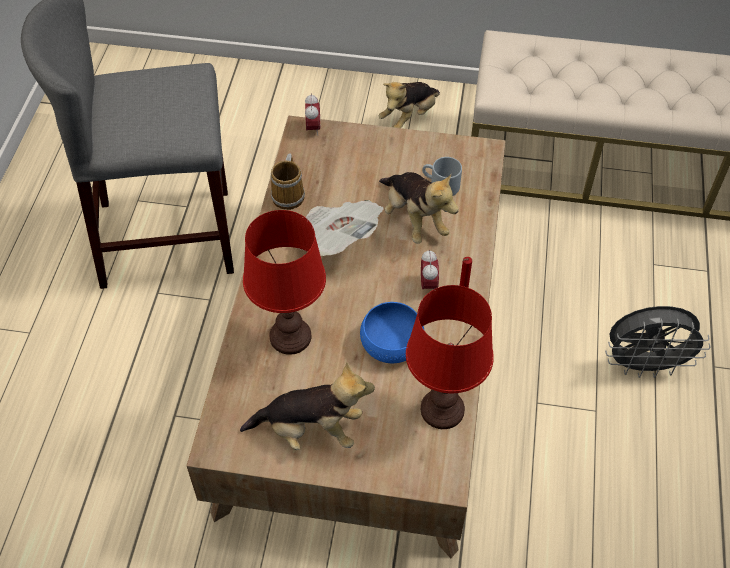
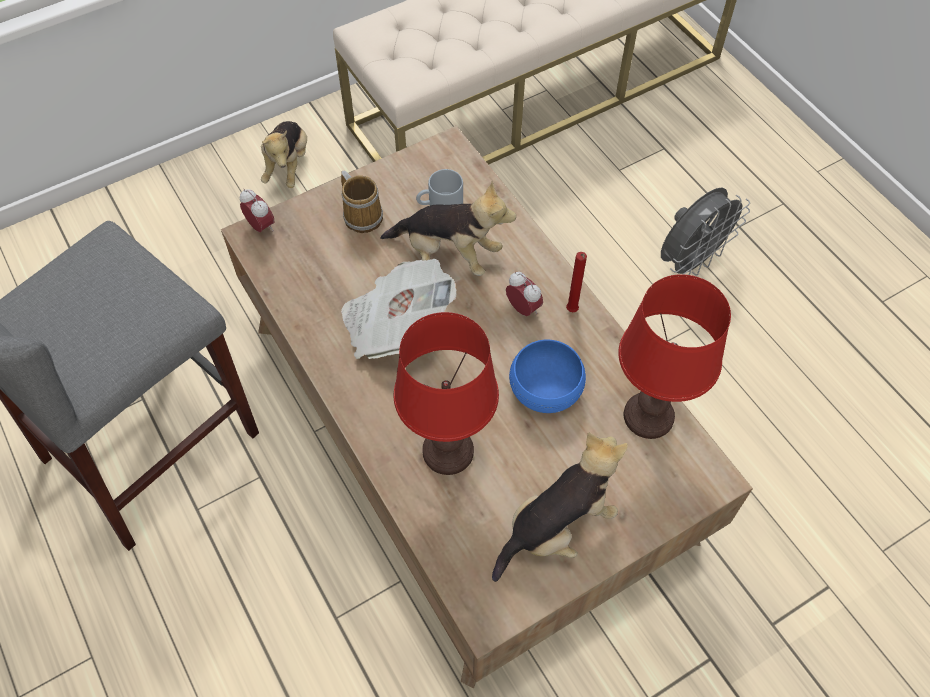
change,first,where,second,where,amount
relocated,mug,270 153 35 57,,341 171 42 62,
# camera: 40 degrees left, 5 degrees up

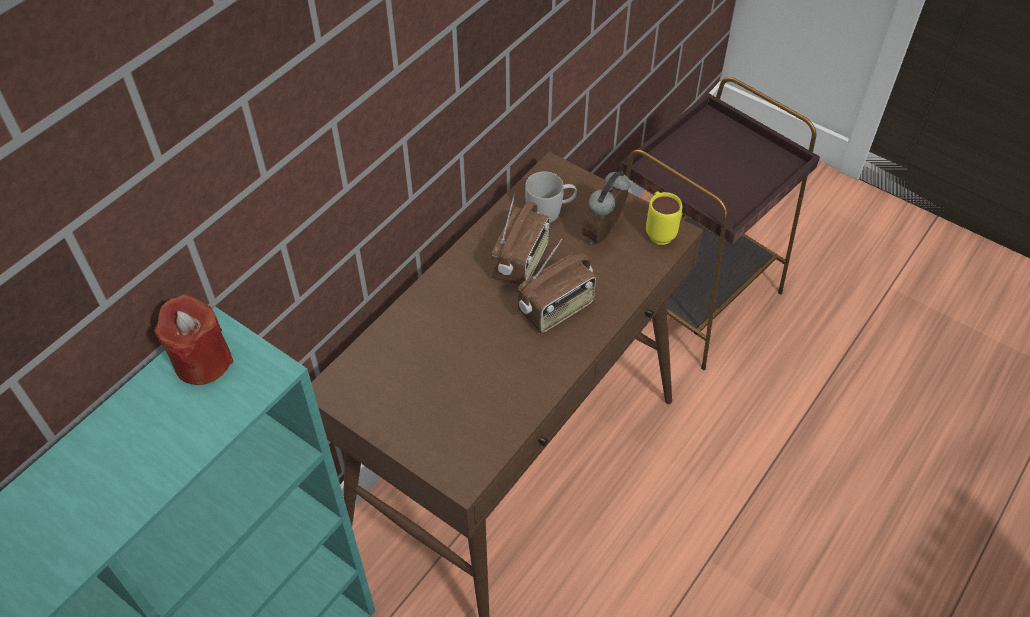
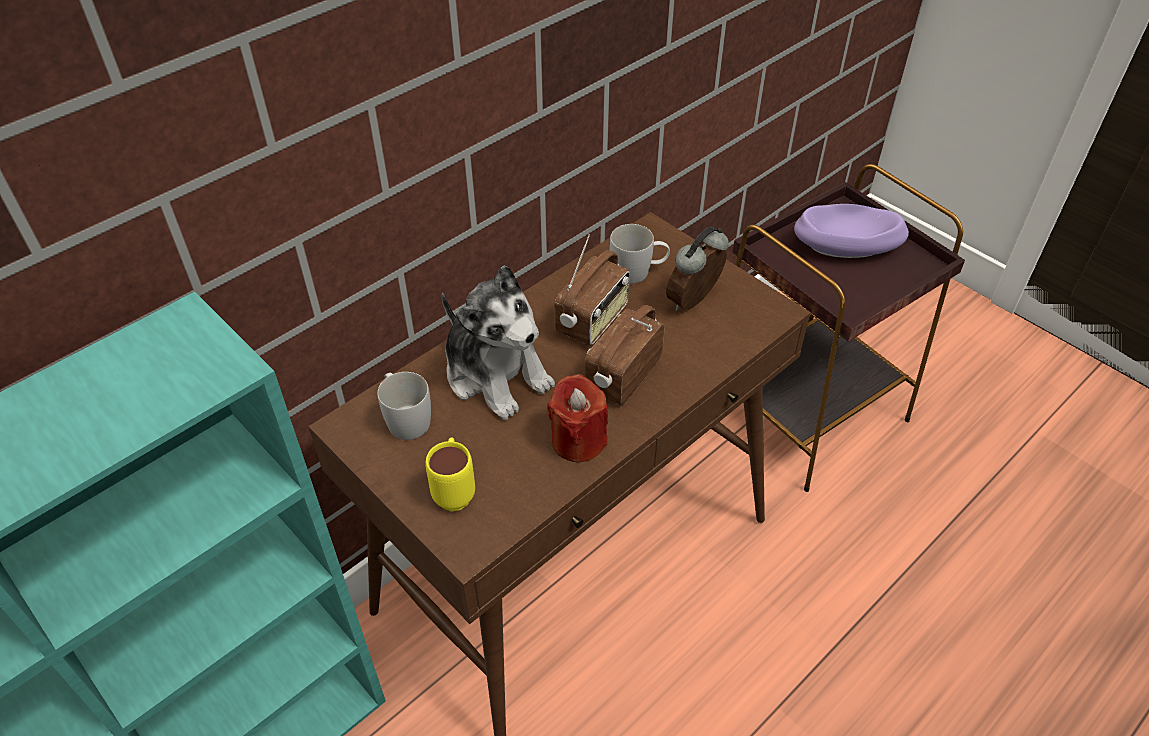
change,first,where,second,where,amount
relocated,red candle,154 294 79 91,,547 374 61 89,
spun,radio,518 239 78 94,,585 305 79 100,150 degrees clockwise
relocated,yellow mug,646 191 36 54,,425 437 50 74,
appeared,,,white mug,377 372 54 68,
appeared,,,plush toy,442 265 113 155,
appeared,,,purple bowl,794 204 115 54,
# camera: 10 degrees right, 5 degrees down

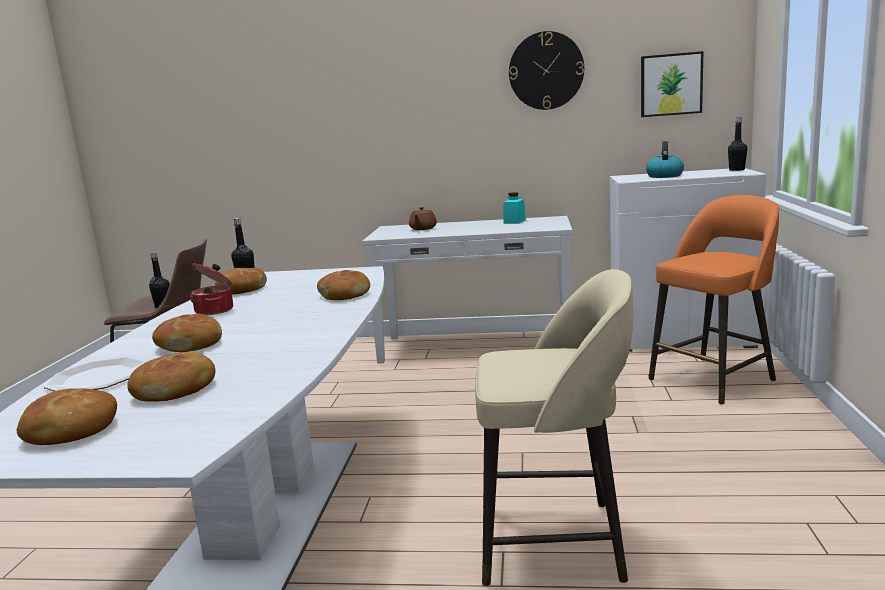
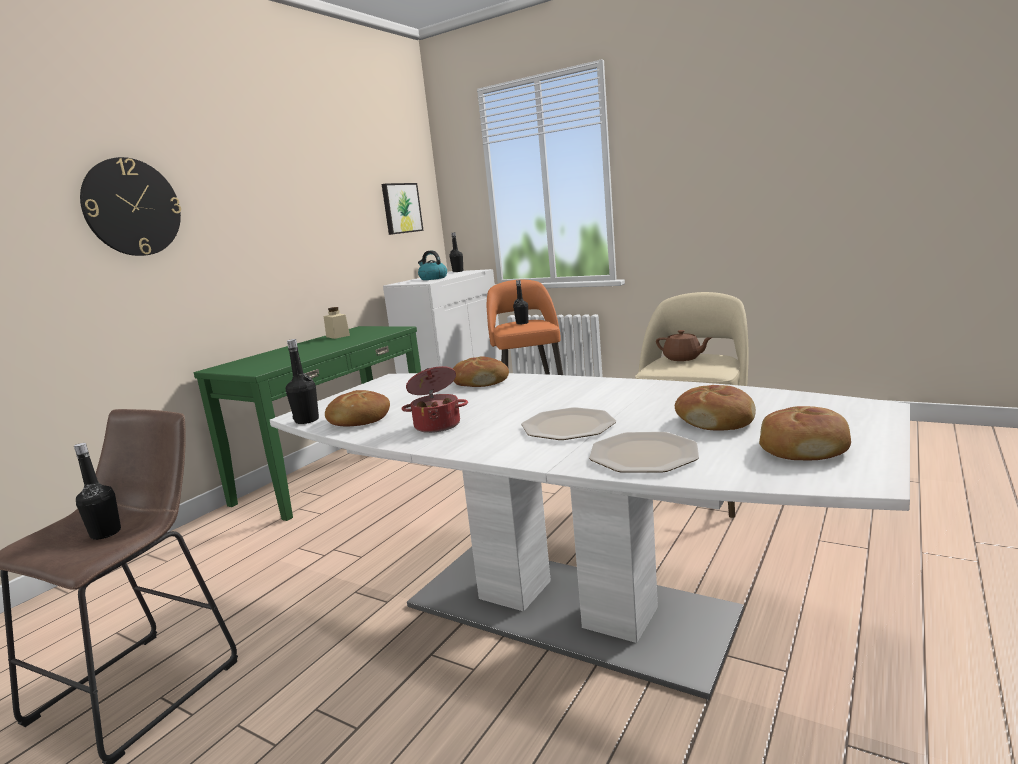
change,first,where,second,where,amount
exchanged,bread,152 314 70 38,plate,521 407 95 33,
colour,white console table,363 216 210 147,green console table,194 326 227 195,
relocated,brown teapot,409 207 28 23,,656 330 56 31,
colour,turquoise jar,503 192 23 32,beige jar,324 307 26 32,
relocated,wall clock,509 31 75 79,,80 157 101 99,
appeared,,,black bottle,513 280 15 44,
# camera: 65 degrees left, 0 degrees up

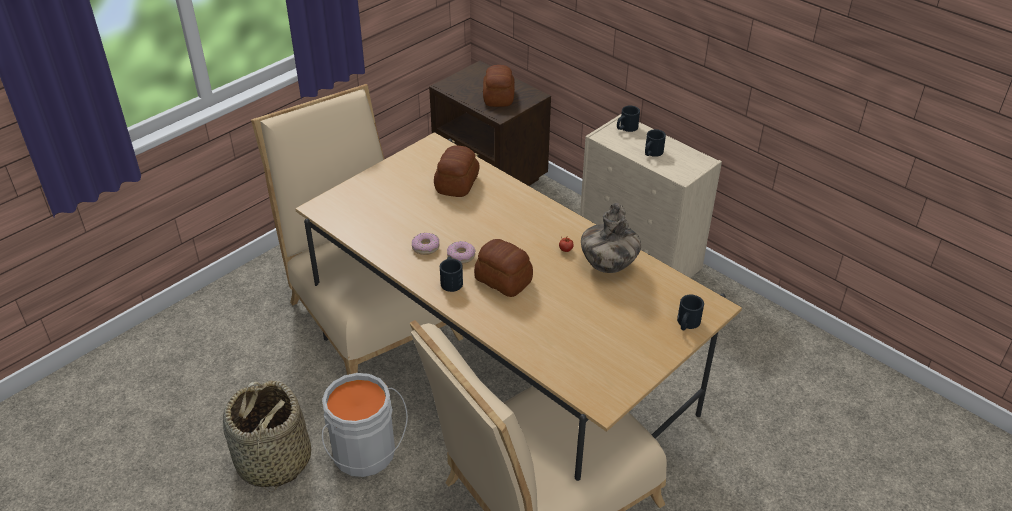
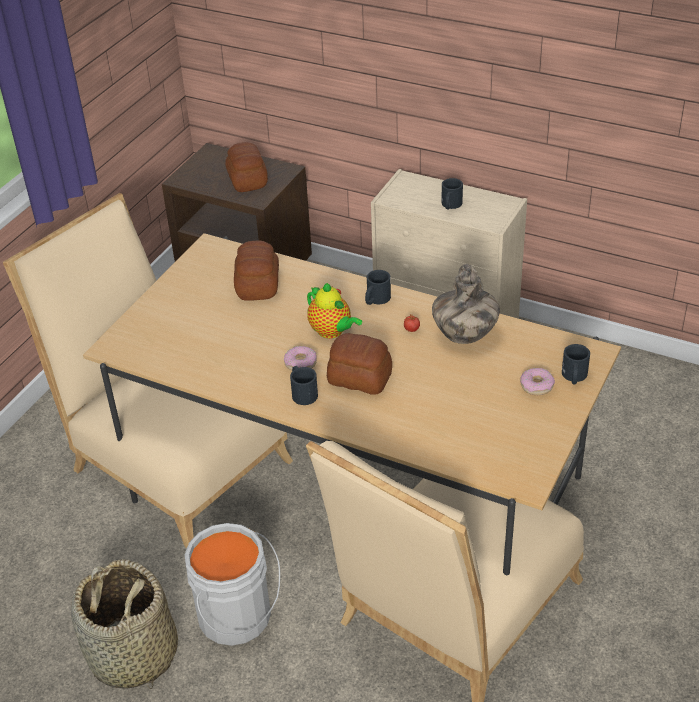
change,first,where,second,where,amount
relocated,donut,412 233 28 22,,520 368 35 27,
relocated,black mug,617 106 23 26,,365 270 26 35,
appeared,,,teapot,307 283 55 55,
# camera: 15 degrees left, 0 degrees up

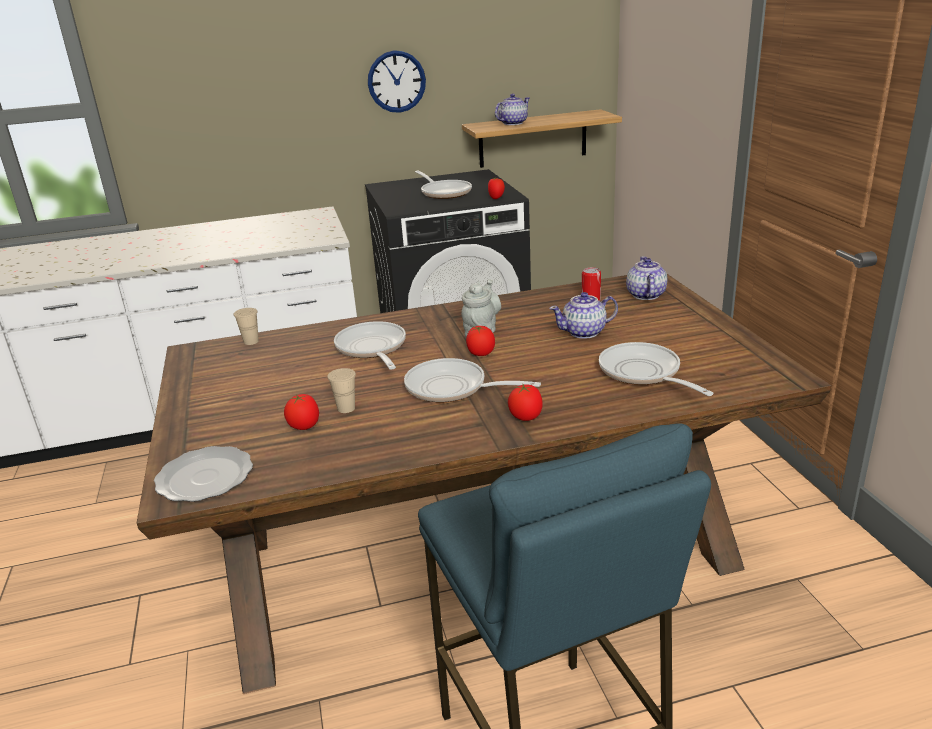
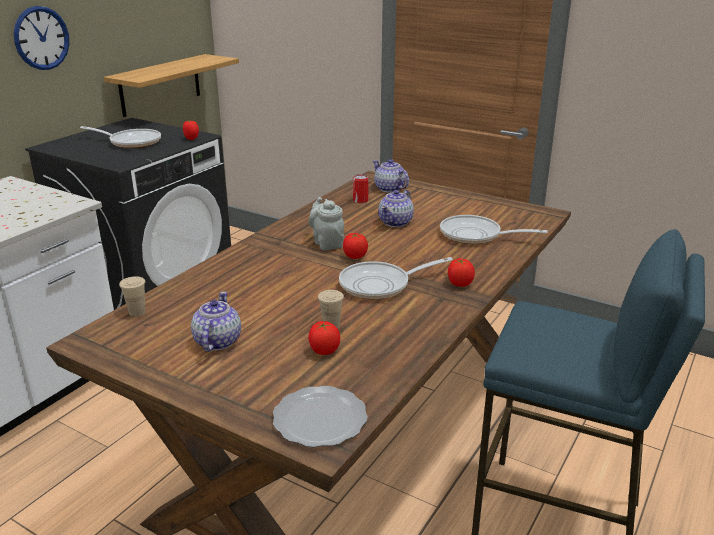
change,first,where,second,where,amount
missing,frying pan,334 321 72 49,,,
relocated,teapot,495 94 35 31,,191 292 50 60,
# camera: 45 degrees left, 0 degrees up

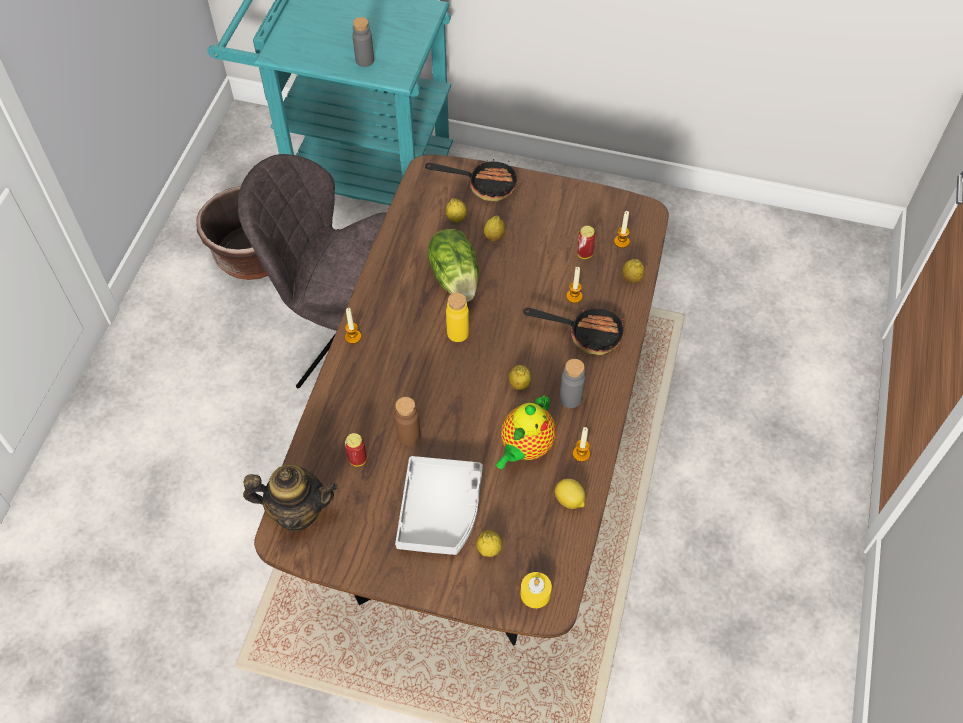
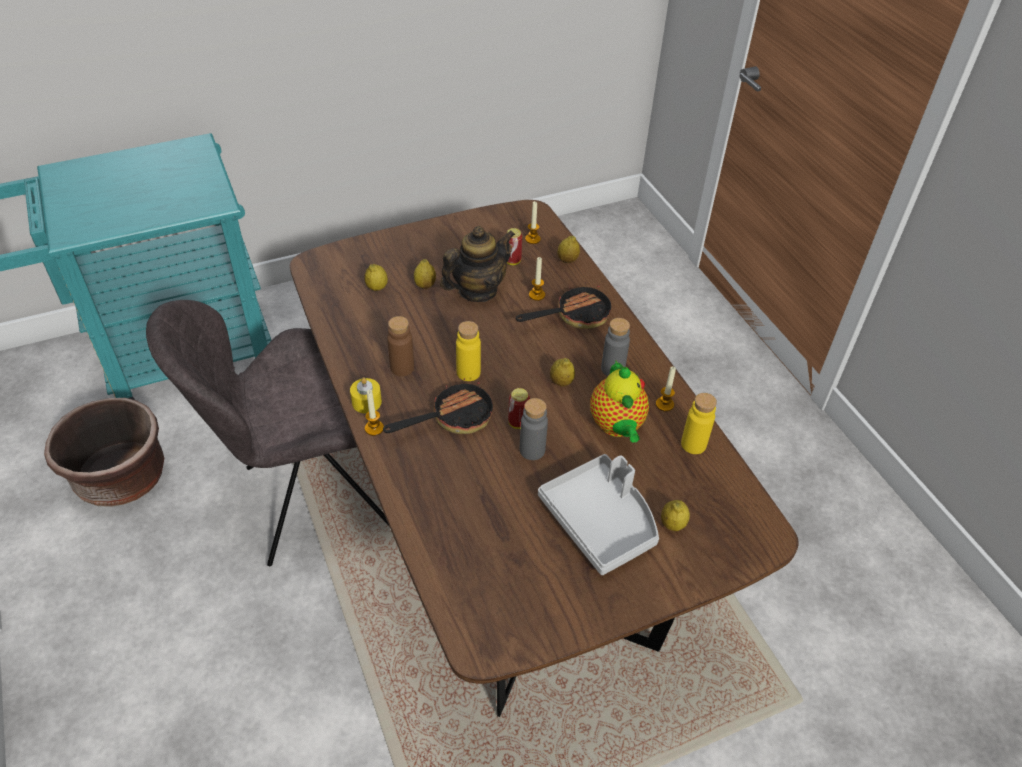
change,first,where,second,where,amount
relocated,teapot,243 465 94 66,,440 226 75 76,
relocated,can,345 433 22 34,,508 388 22 41,
relocated,grey bottle,352 17 22 50,,520 398 28 62,
relocated,brown bottle,394 397 26 49,,387 316 27 60,
relocated,frying pan,425 159 92 42,,383 378 110 56,
missing,lettuce,428 229 51 73,,,
relocated,yellow candle,520 572 32 36,,350 377 32 36,
exchanged,lemon,555 479 31 30,yellow bottle,681 393 36 61,
# camera: 40 degrees left, 10 degrees down

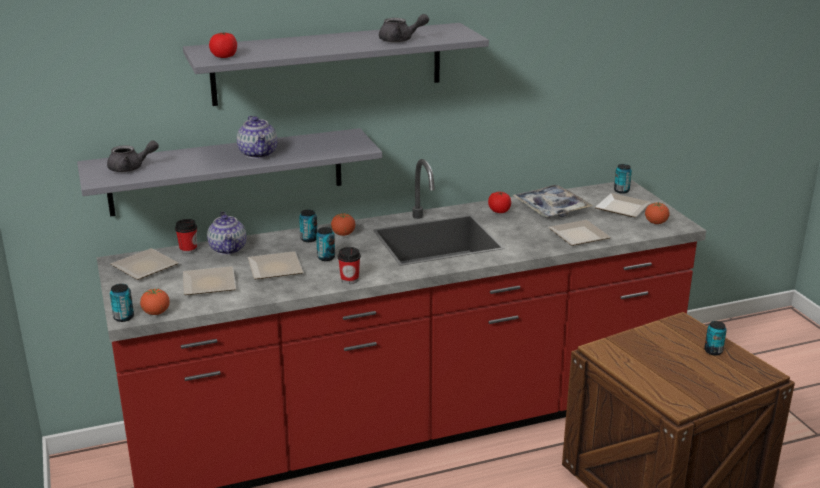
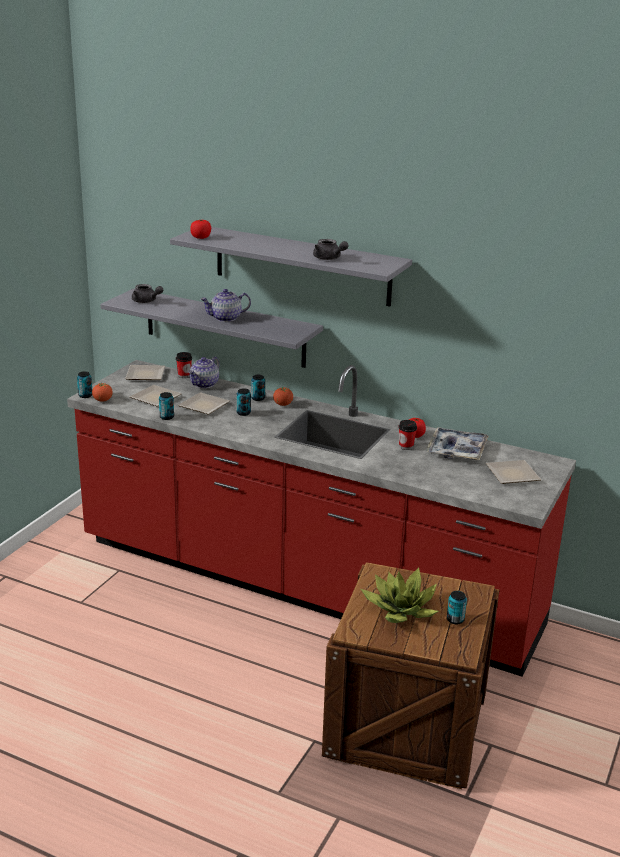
change,first,where,second,where,amount
spun,teapot,237 116 40 42,,200 289 51 33,45 degrees clockwise
relocated,cup,338 247 23 37,,398 420 19 30,
missing,plate,548 220 63 26,,,
relocated,can,614 164 18 30,,159 392 15 28,
missing,tomato,645 202 24 22,,,
appeared,,,potted plant,361 568 77 55,
# camera: 45 degrees right, 0 degrees up

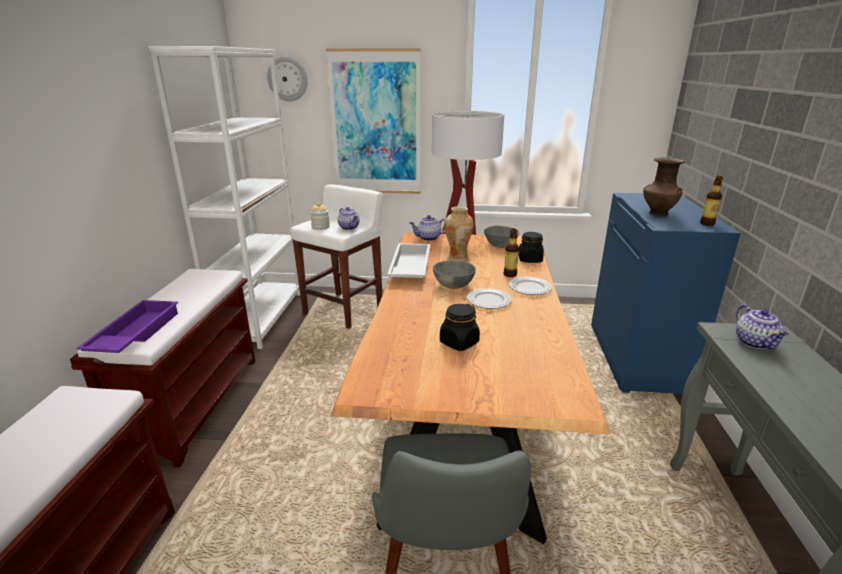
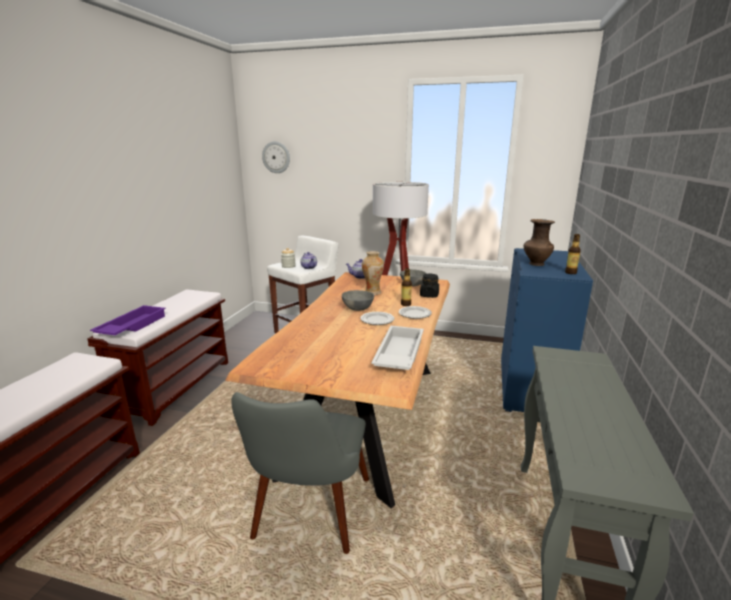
change,first,where,second,where,amount
missing,white bookcase,148 46 152 303,,,
missing,picture,326 48 95 146,,,
relocated,white tray,387 243 43 35,,371 326 53 44,
missing,black jar,440 304 40 47,,,
missing,teapot,736 305 53 44,,,
# camera: 10 degrees right, 5 degrees down

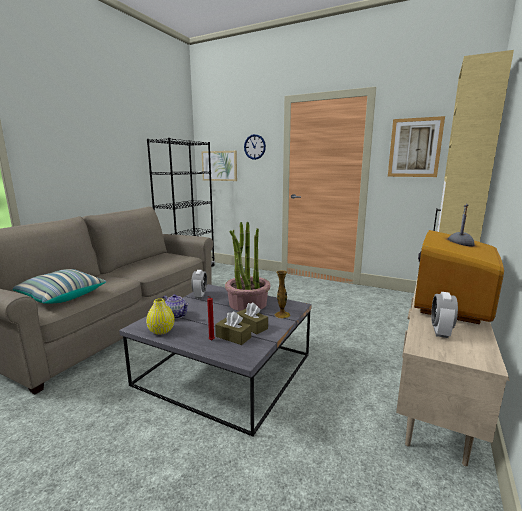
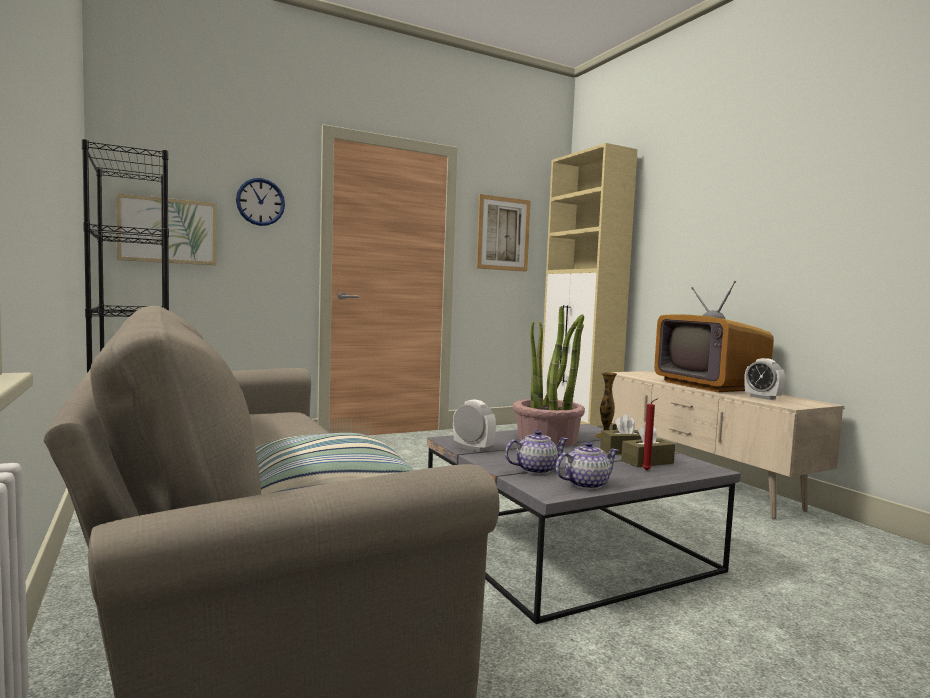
change,first,where,second,where,amount
exchanged,yellow vase,146 298 29 37,teapot,556 442 63 47,
# camera: 55 degrees left, 10 degrees down

